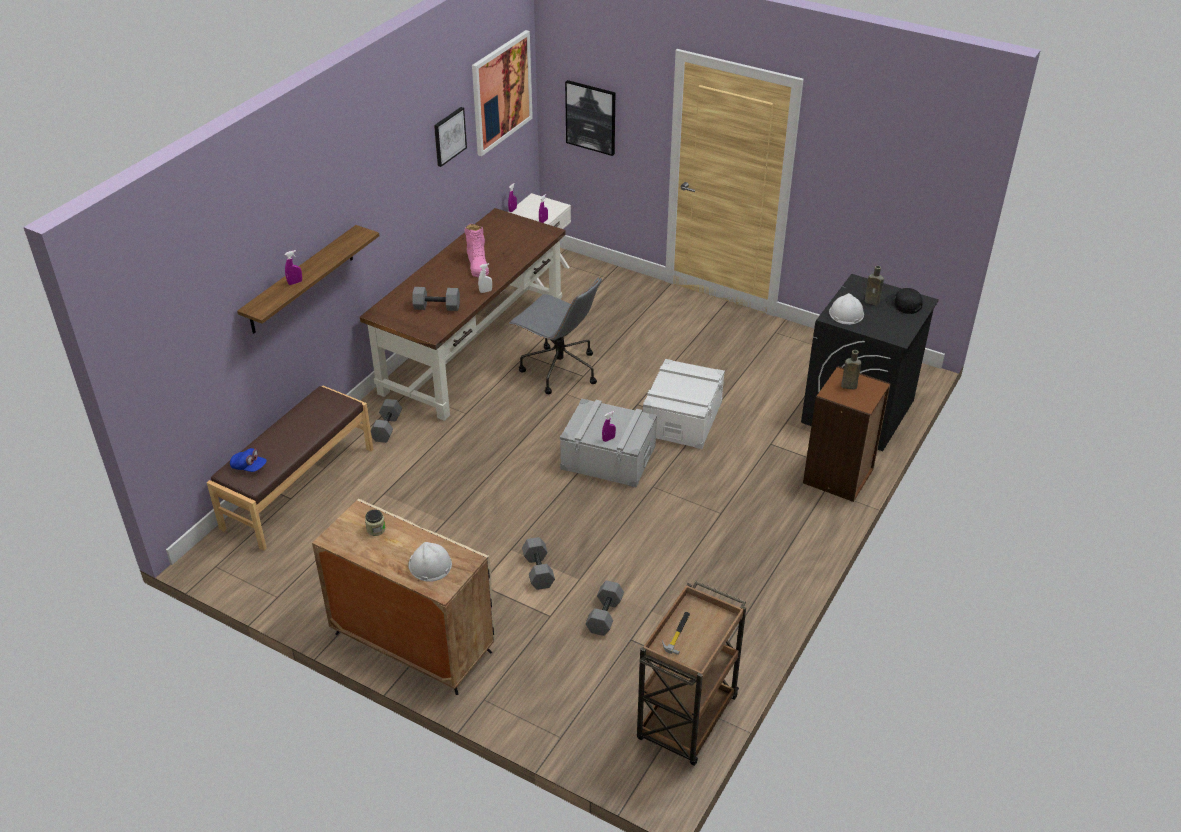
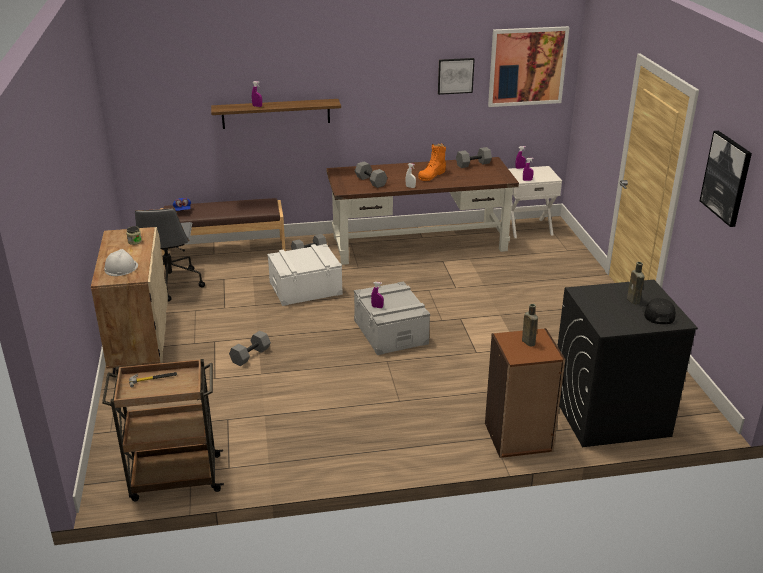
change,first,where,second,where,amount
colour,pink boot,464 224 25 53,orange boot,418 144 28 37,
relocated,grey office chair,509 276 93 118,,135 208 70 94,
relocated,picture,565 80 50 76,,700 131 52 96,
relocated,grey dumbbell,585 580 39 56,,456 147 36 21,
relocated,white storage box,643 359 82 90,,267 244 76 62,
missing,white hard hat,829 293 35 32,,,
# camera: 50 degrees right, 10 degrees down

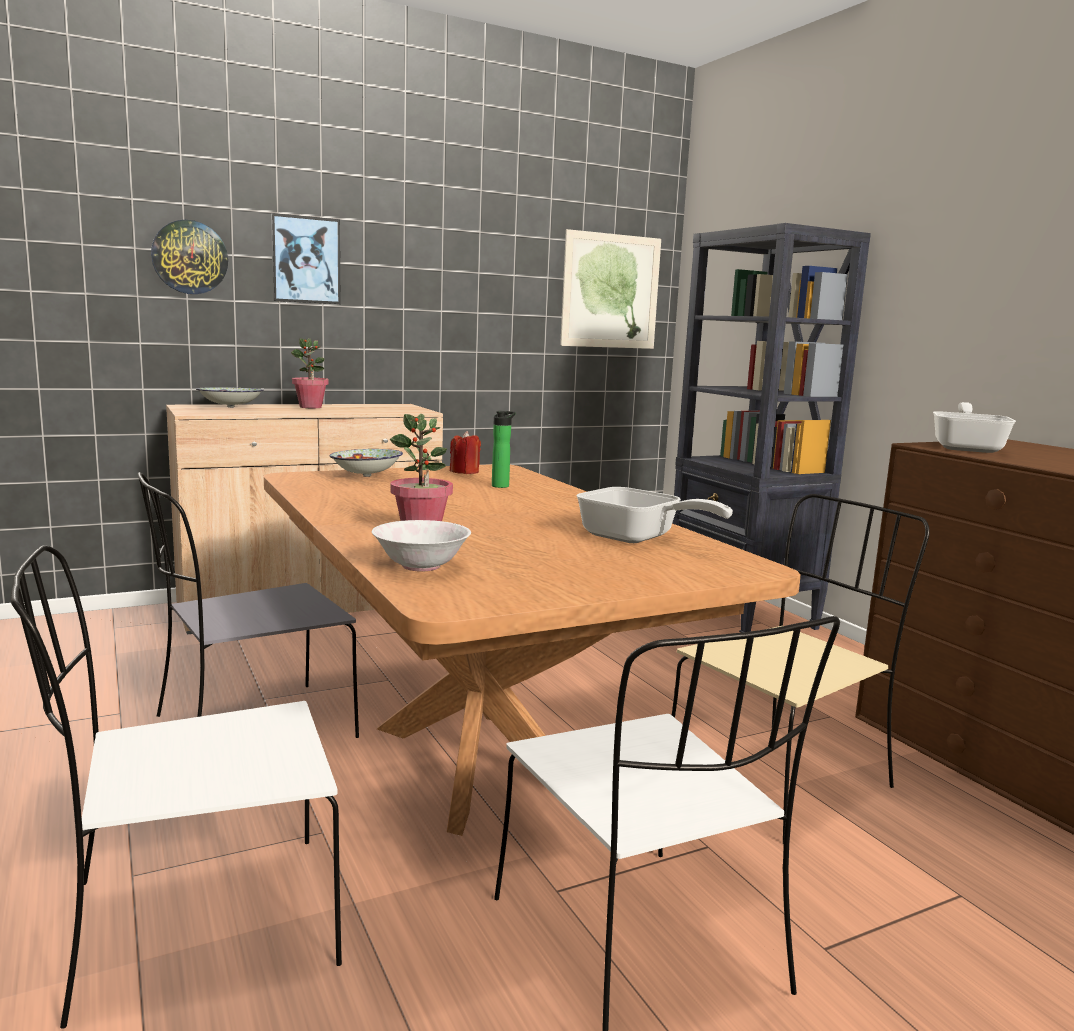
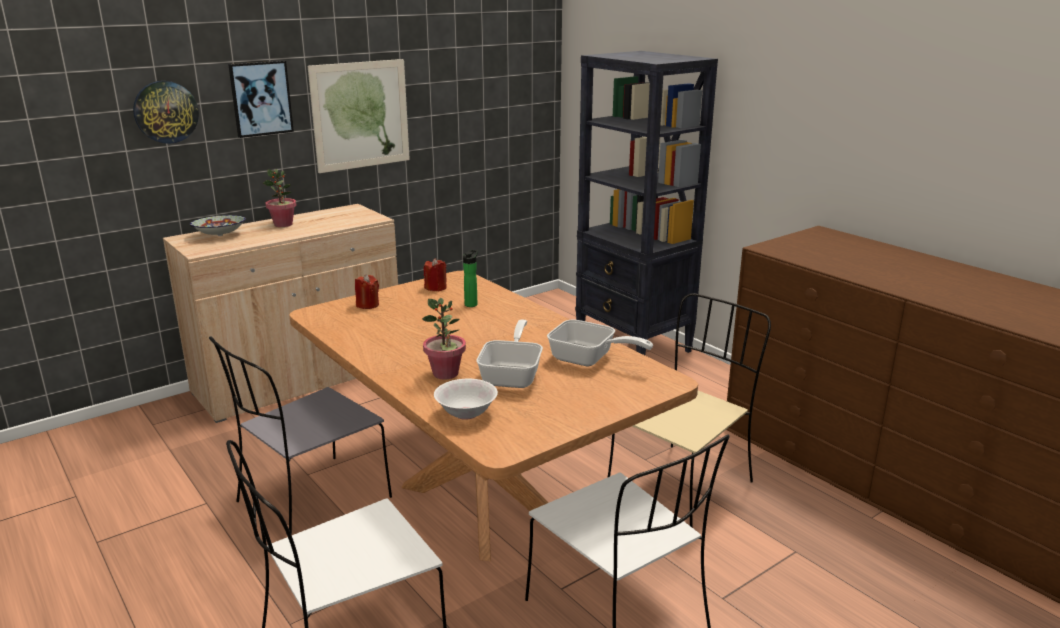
change,first,where,second,where,amount
exchanged,bowl,329 449 74 28,red candle,355 274 24 35,
relocated,picture,560 229 101 120,,308 59 102 114,
relocated,frying pan,933 402 83 51,,476 320 67 68,
# camera: 10 degrees left, 10 degrees up

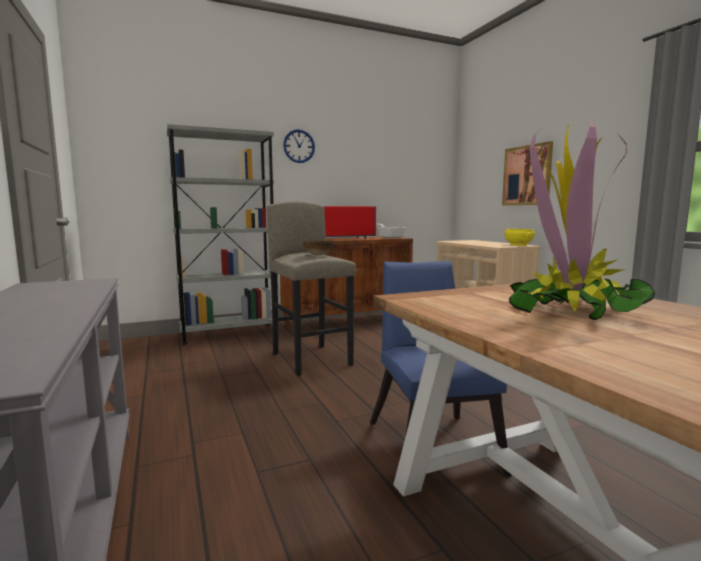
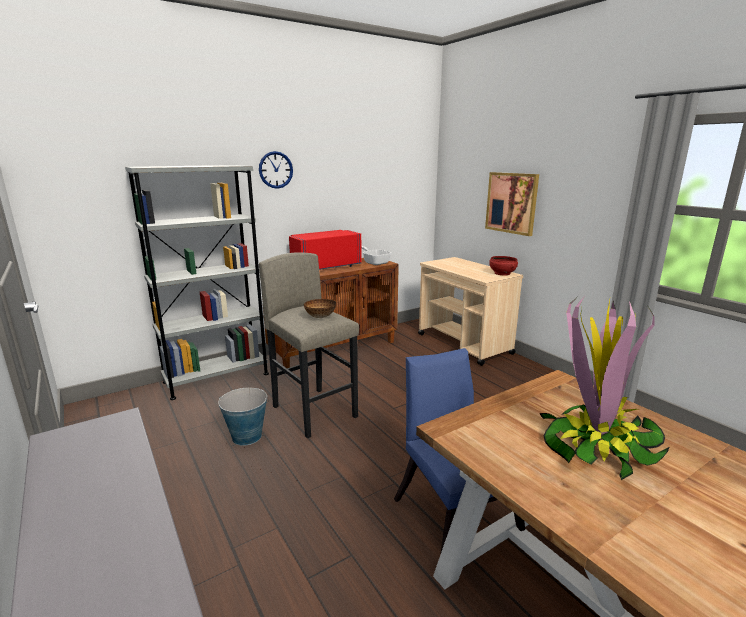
change,first,where,second,where,amount
colour,yellow bowl,504 229 31 17,red bowl,489 256 29 20,
appeared,,,bucket,218 388 51 58,
# camera: 10 degrees left, 10 degrees up

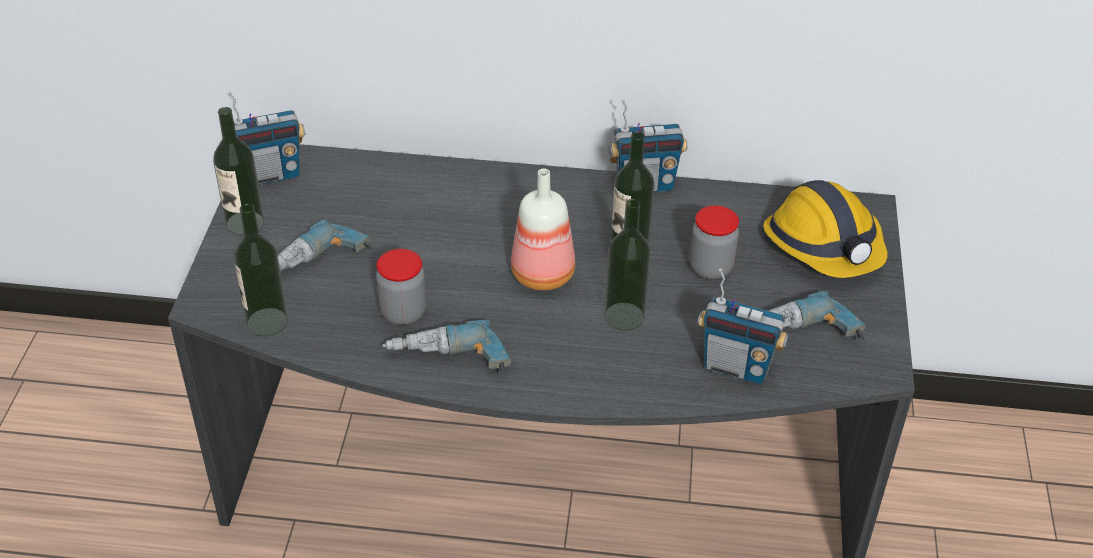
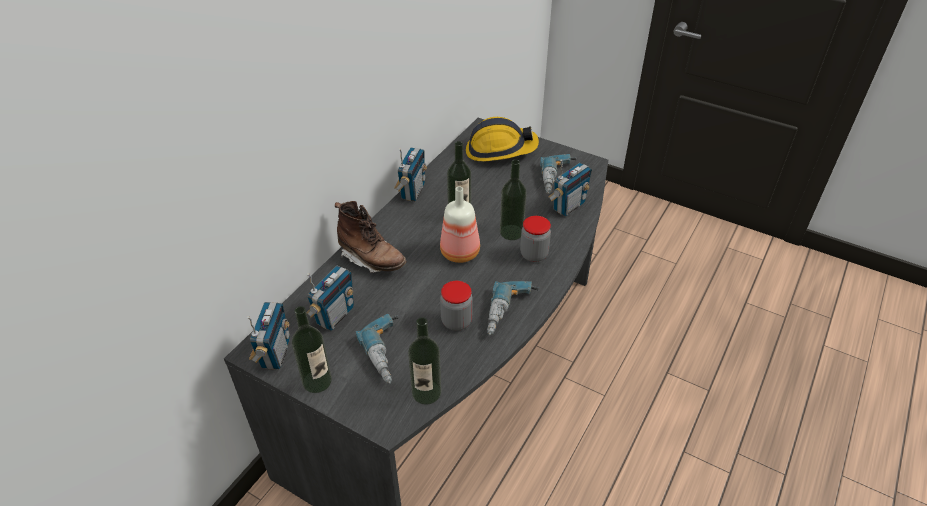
change,first,where,second,where,amount
relocated,jar,689 205 50 74,,520 216 31 46,
appeared,,,radio,306 266 48 65,
appeared,,,brown boot,335 201 72 72,
# camera: 65 degrees left, 0 degrees up

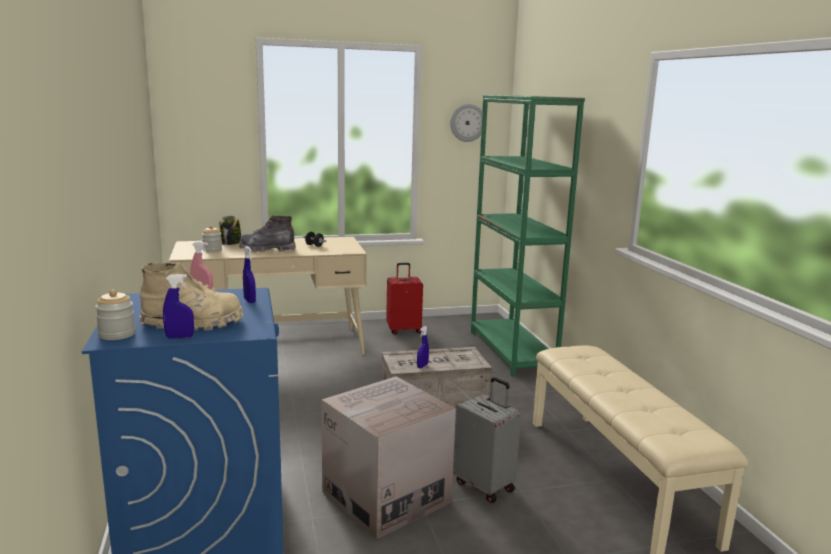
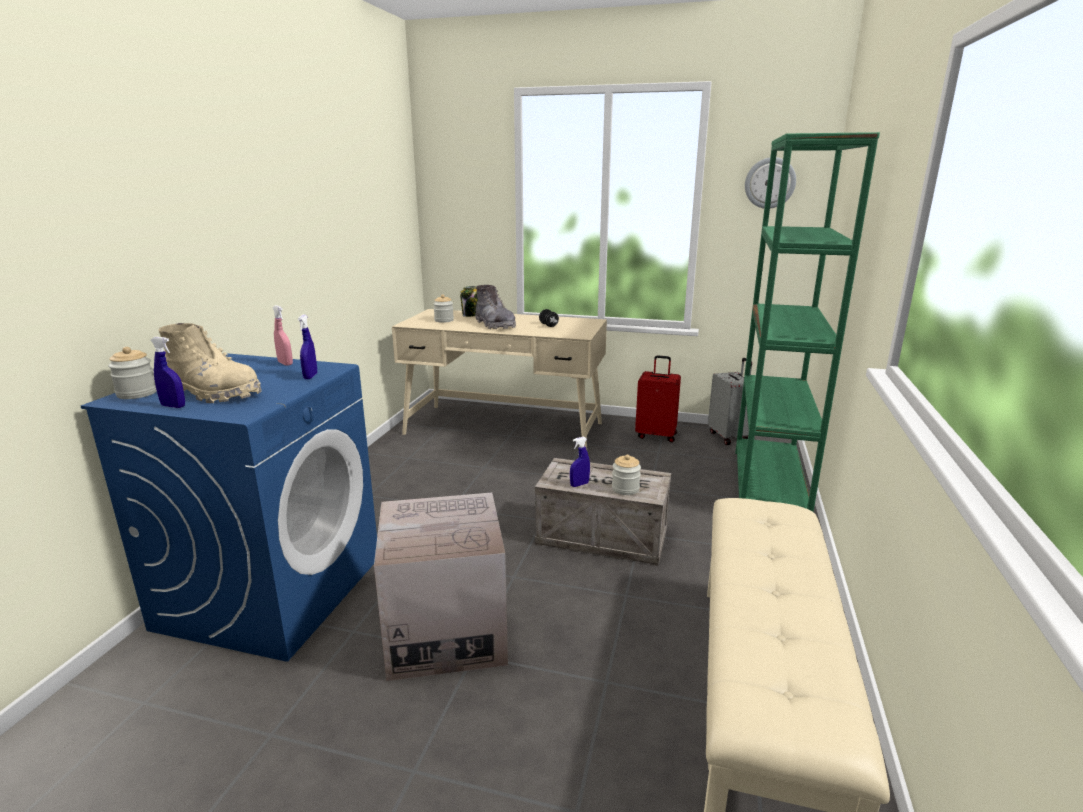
change,first,where,second,where,amount
spun,grey boot,239 215 57 37,,476 285 40 44,150 degrees counterclockwise
relocated,grey suitcase,453 377 68 126,,708 358 44 87,
appeared,,,jar,612 455 29 40,
# camera: 30 degrees right, 5 degrees up

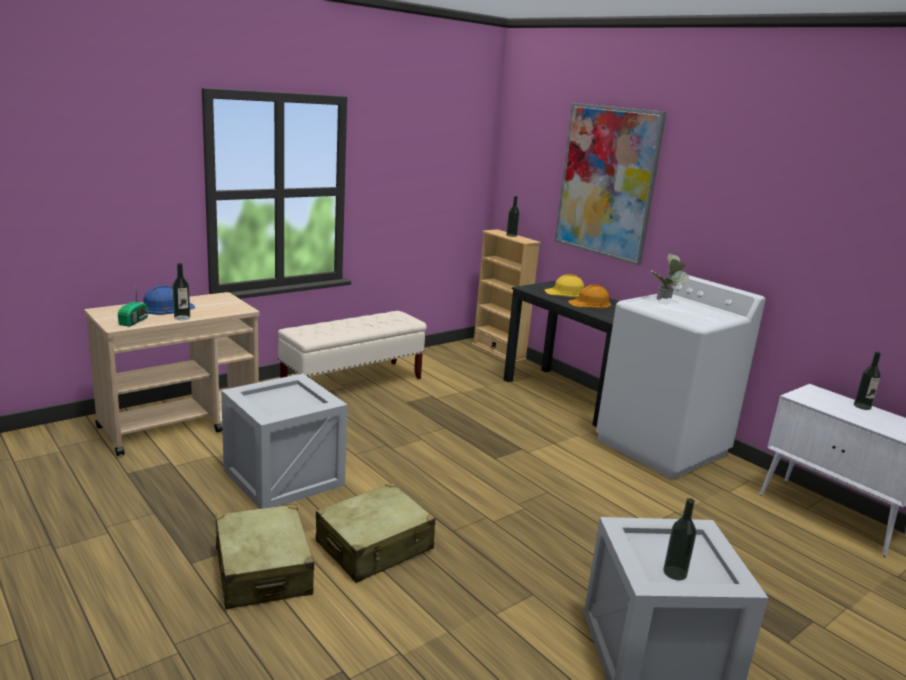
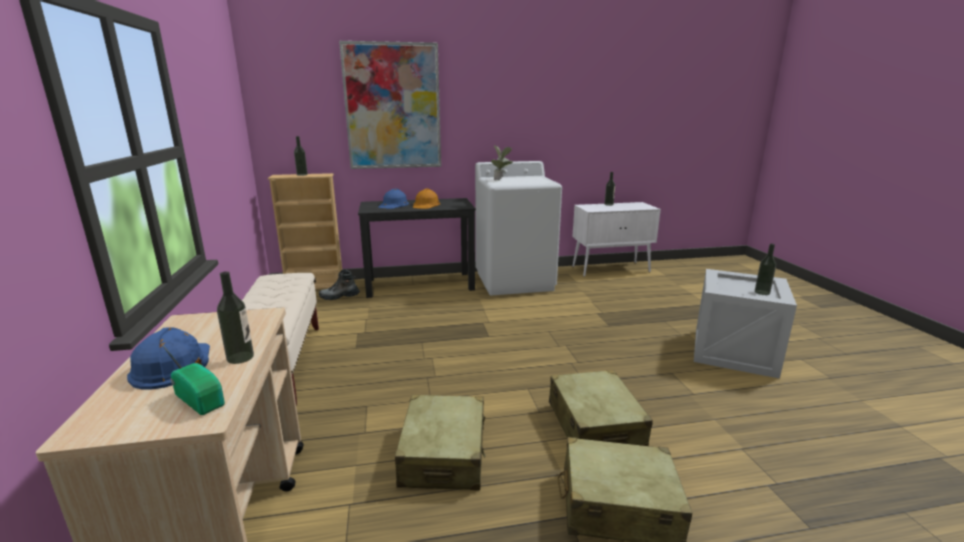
change,first,where,second,where,amount
exchanged,crate,221 374 127 135,beige suitcase,395 395 91 96,
colour,yellow hard hat,545 274 39 24,blue hard hat,378 189 31 20,
appeared,,,boot,319 269 41 31,
# camera: 60 degrees left, 0 degrees up

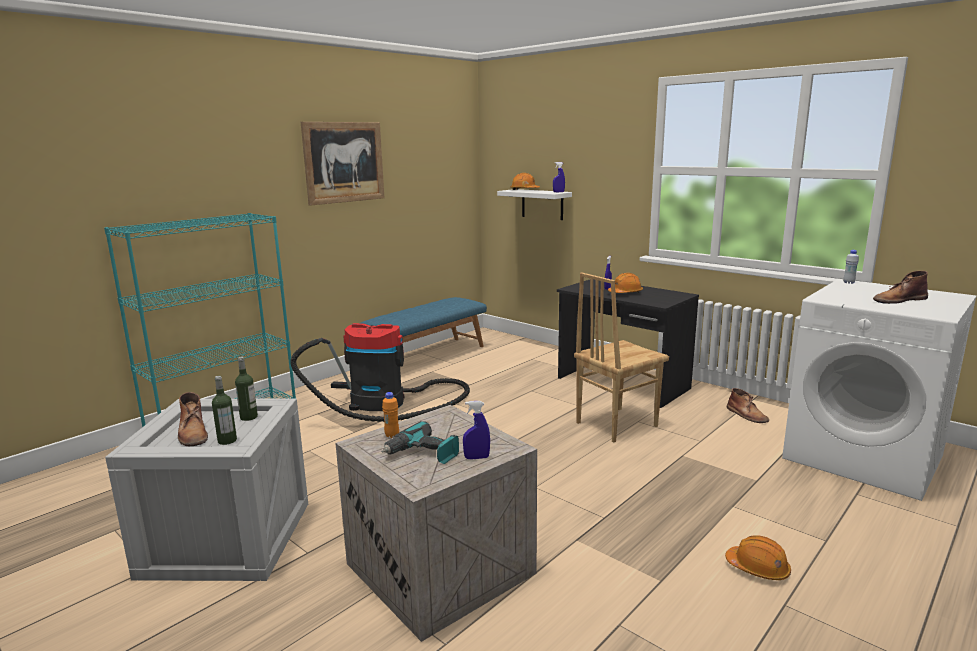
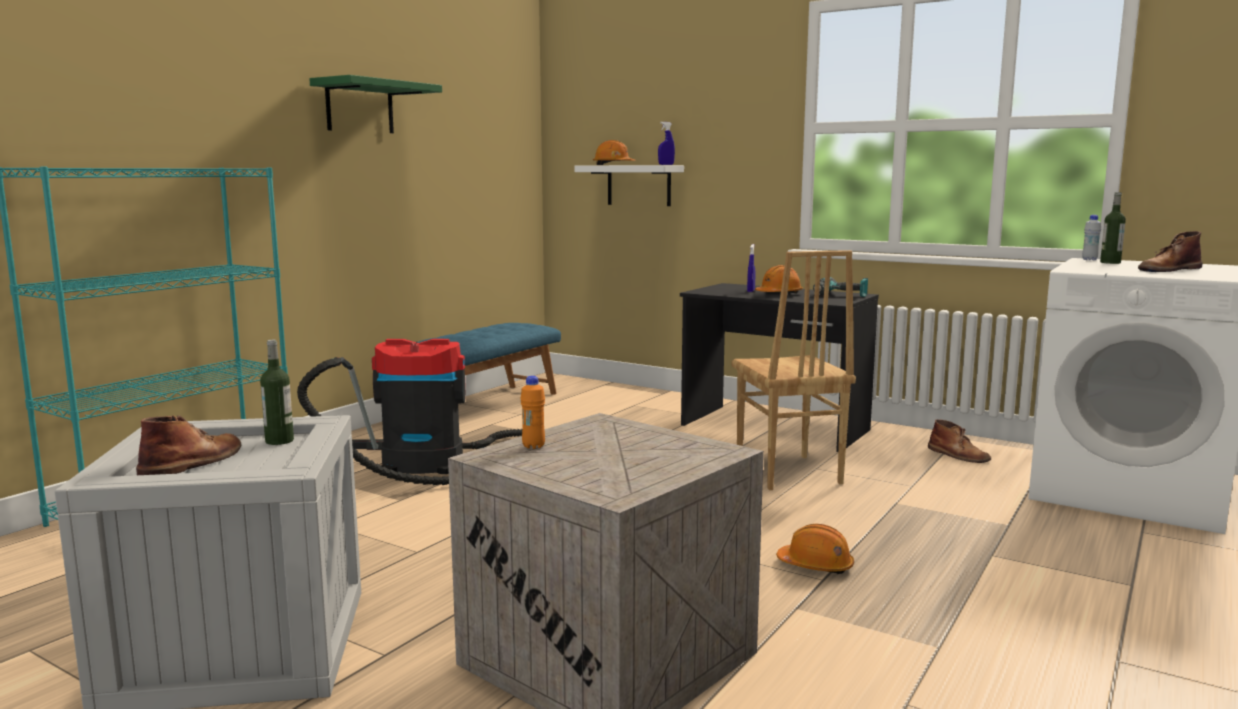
change,first,where,second,where,amount
spun,brown boot,178 392 30 54,,136 415 105 60,120 degrees counterclockwise
relocated,bottle,212 376 25 69,,1100 192 26 72,
exchanged,picture,301 122 83 84,green shelf,309 75 133 58,
relocated,power drill,382 421 77 43,,813 277 55 20,
missing,blue spray bottle,463 401 27 58,,,
spun,brown chair,574 273 95 170,,732 250 124 240,60 degrees counterclockwise
relocated,orange hard hat,725 535 66 46,,776 524 78 51,
# camera: 10 degrees left, 5 degrees down

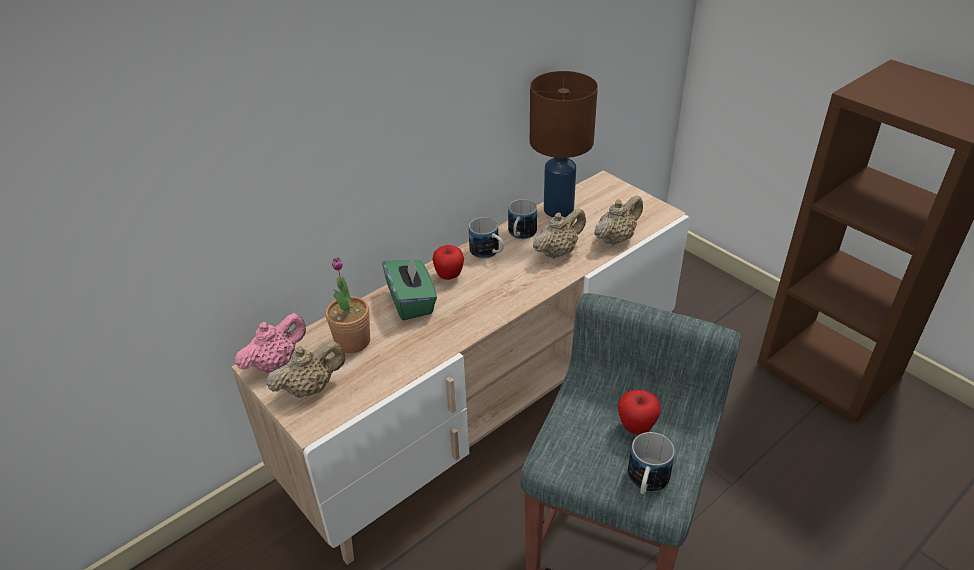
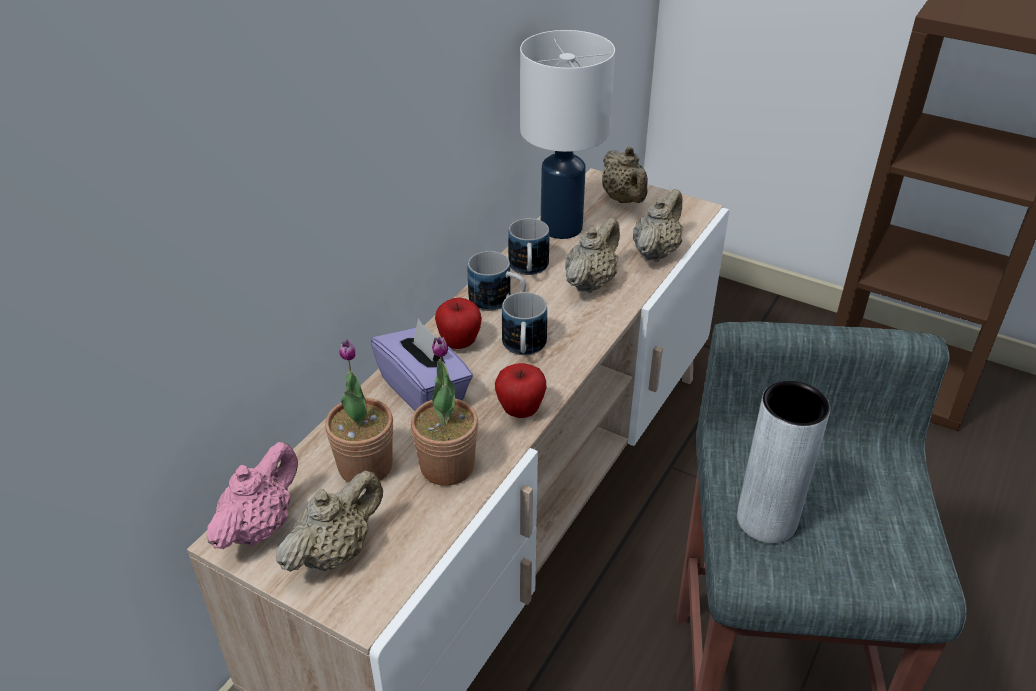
change,first,where,second,where,amount
colour,green tissue box,382 254 55 66,purple tissue box,371 318 102 93,
colour,brown table lamp,530 71 68 147,white table lamp,520 30 95 209,
relocated,apple,618 390 43 45,,495 363 51 55,
relocated,mug,628 432 47 63,,502 292 45 63,
appeared,,,potted plant,411 337 67 149,
appeared,,,beige teapot,602 146 46 57,
appeared,,,grey vase,737 381 93 162,
# camera: 20 degrees left, 0 degrees up

